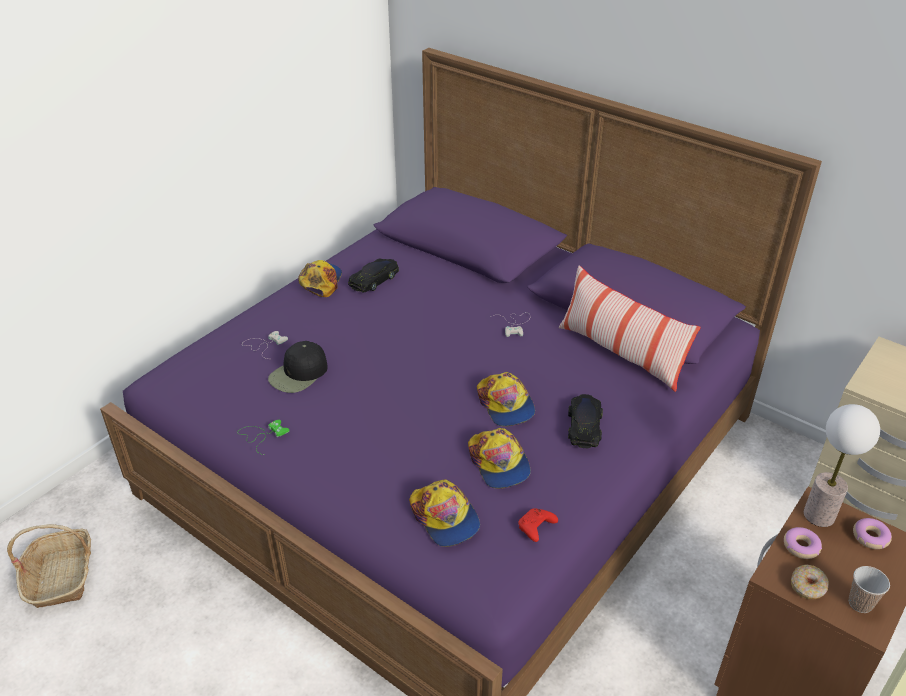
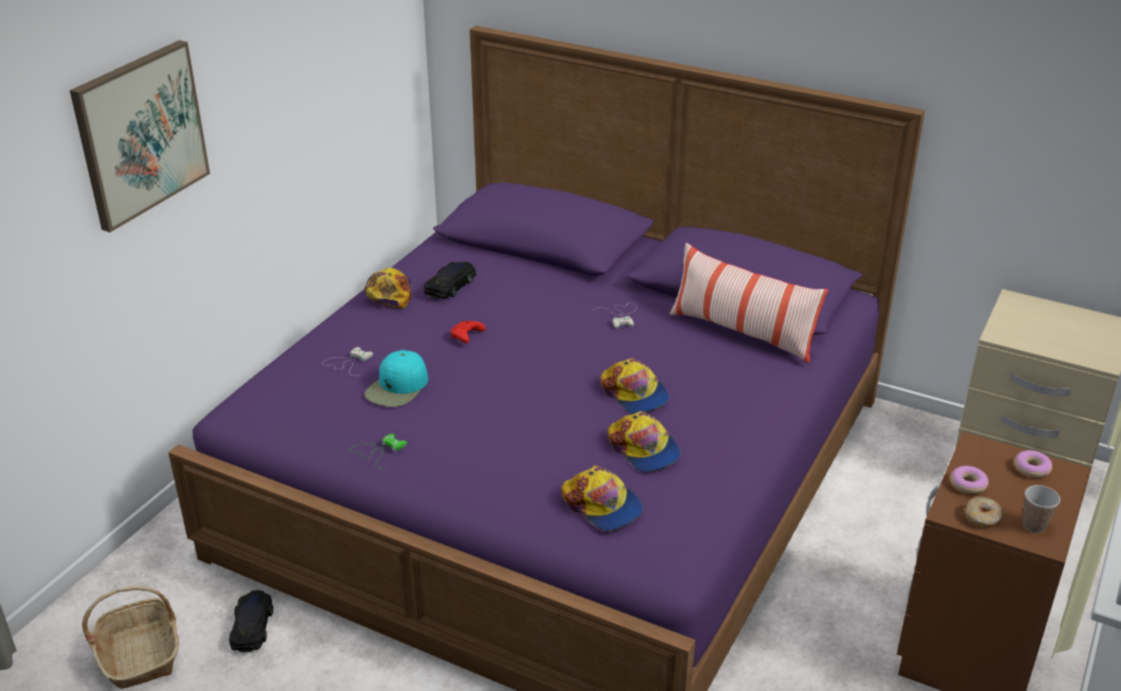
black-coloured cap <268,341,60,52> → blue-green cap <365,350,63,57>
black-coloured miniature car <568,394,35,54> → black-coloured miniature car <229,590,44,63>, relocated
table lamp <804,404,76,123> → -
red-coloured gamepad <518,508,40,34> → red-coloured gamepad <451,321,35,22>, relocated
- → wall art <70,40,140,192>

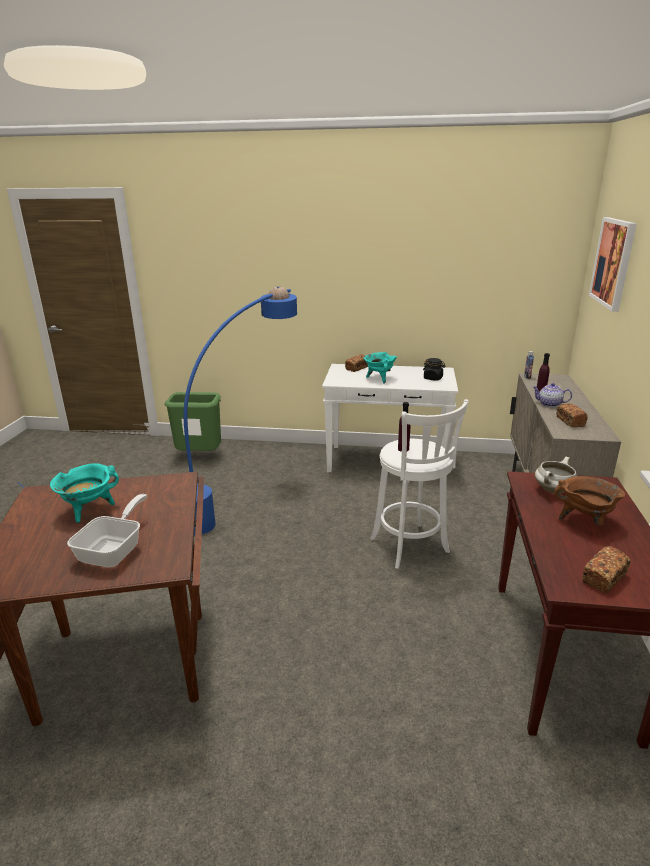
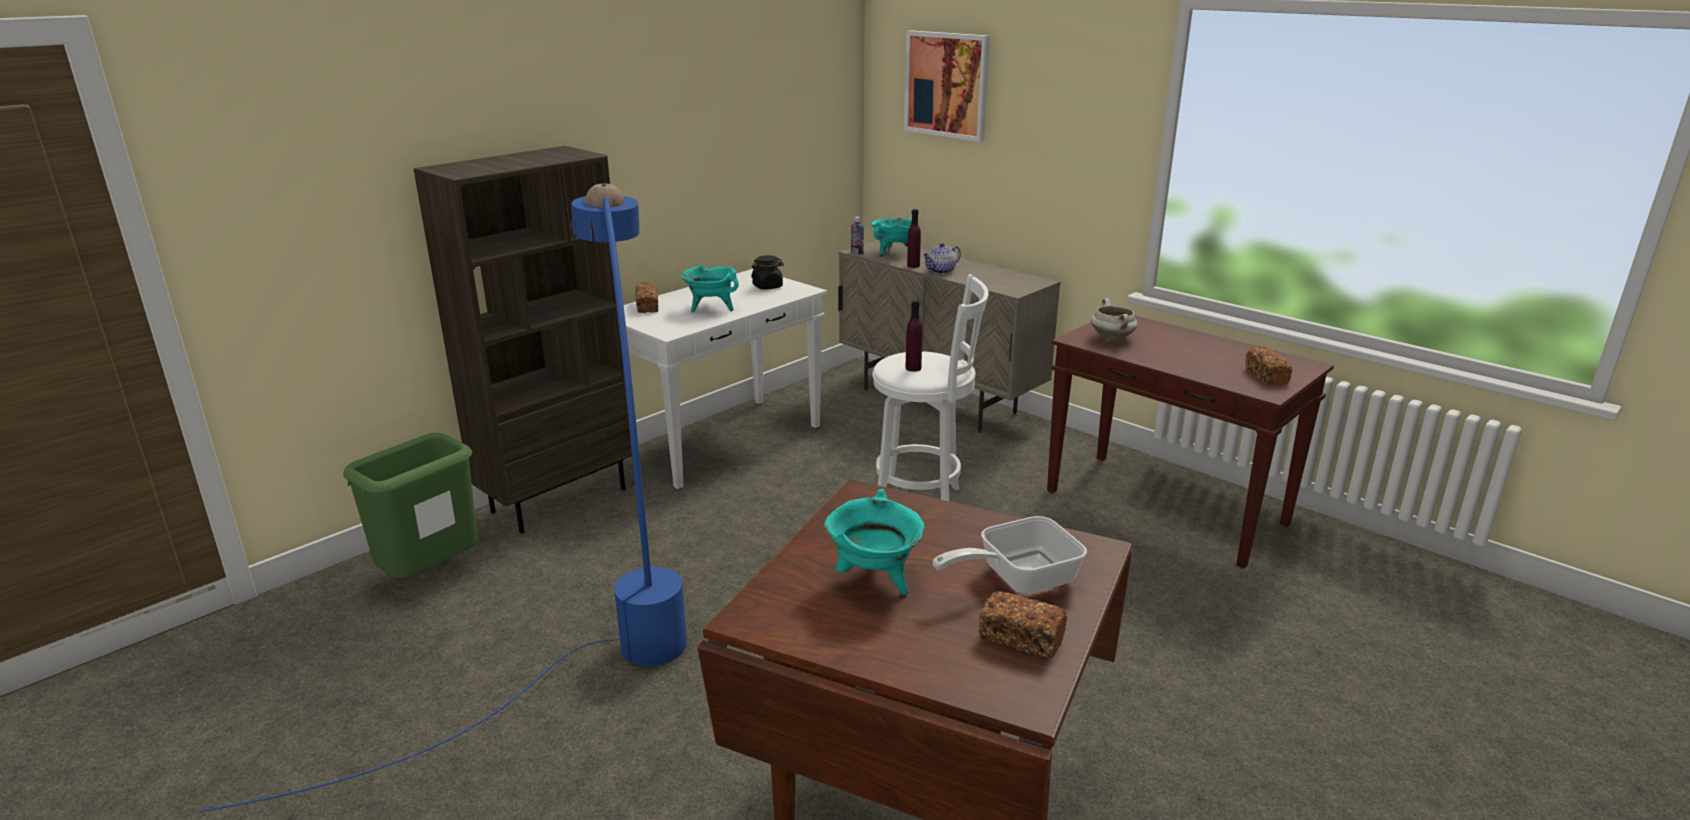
baked bread <557,404,31,23> → baked bread <979,591,88,67>, relocated
brown-coloured stockpot <554,476,71,49> → -
skillet <67,494,80,73> → skillet <933,516,154,78>, 75 degrees counterclockwise
- → brown-coloured bookcase <413,146,219,388>
- → blue-green stockpot <871,218,41,39>

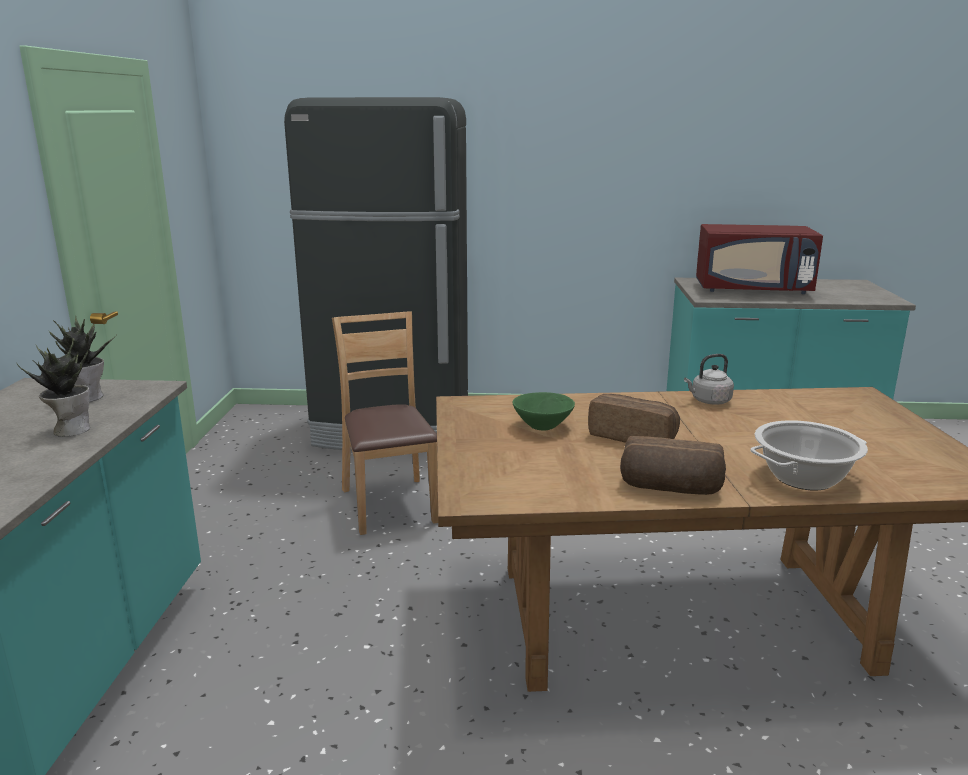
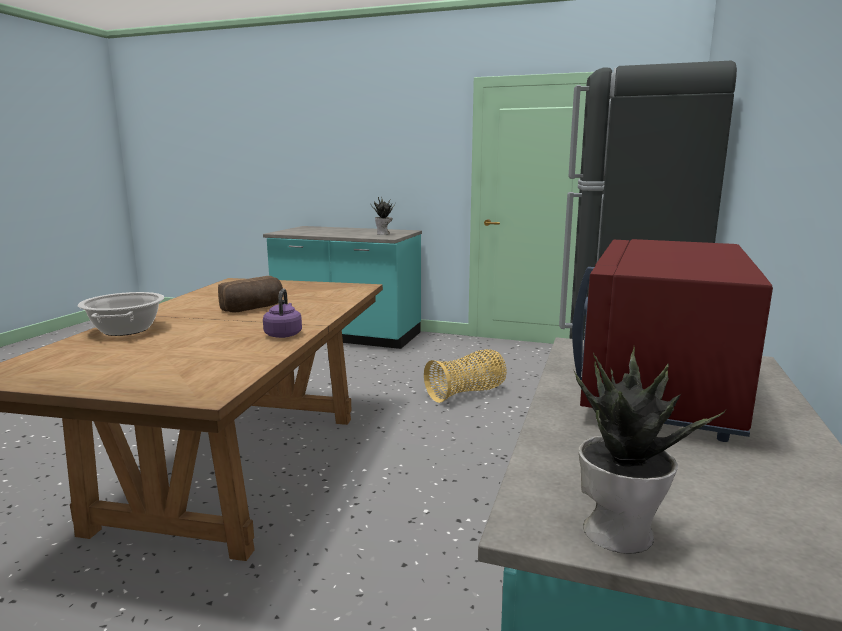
brown-coloured chair <332,312,106,223> → household basket <424,349,83,54>
houseplant <17,339,73,98> → houseplant <574,347,152,207>, relocated
grey water kettle <684,354,50,51> → purple-coloured water kettle <263,288,39,50>
green-coloured deep dish <513,392,62,38> → -
baked bread <620,436,106,59> → -

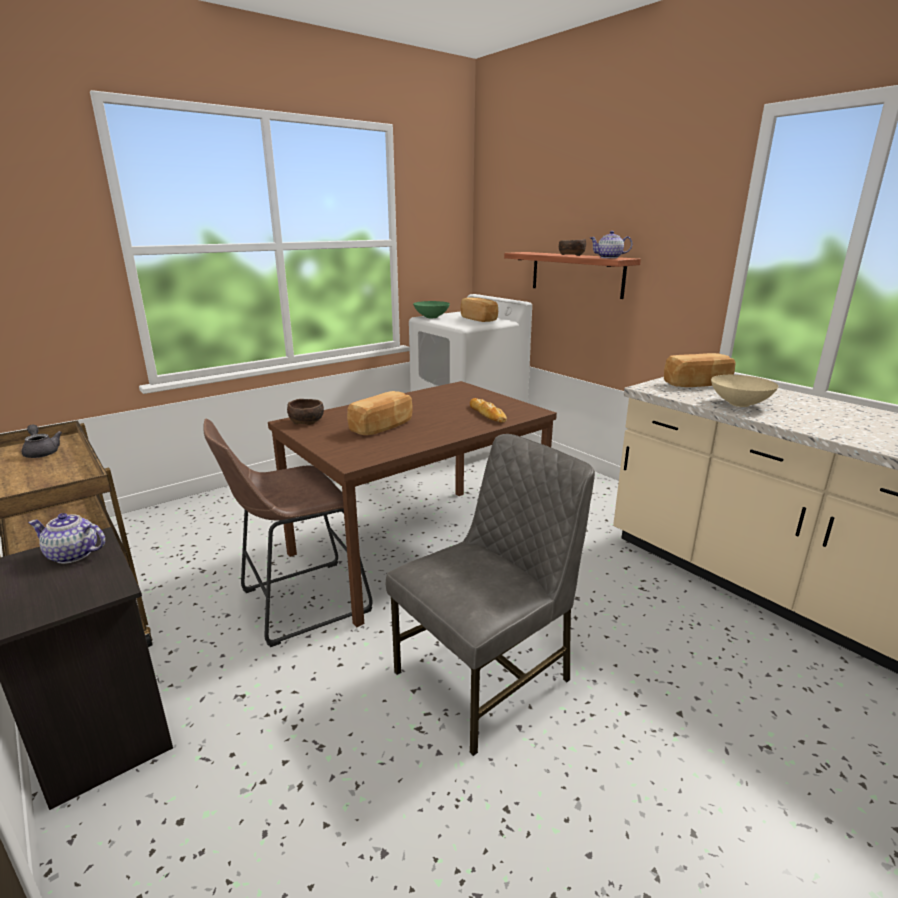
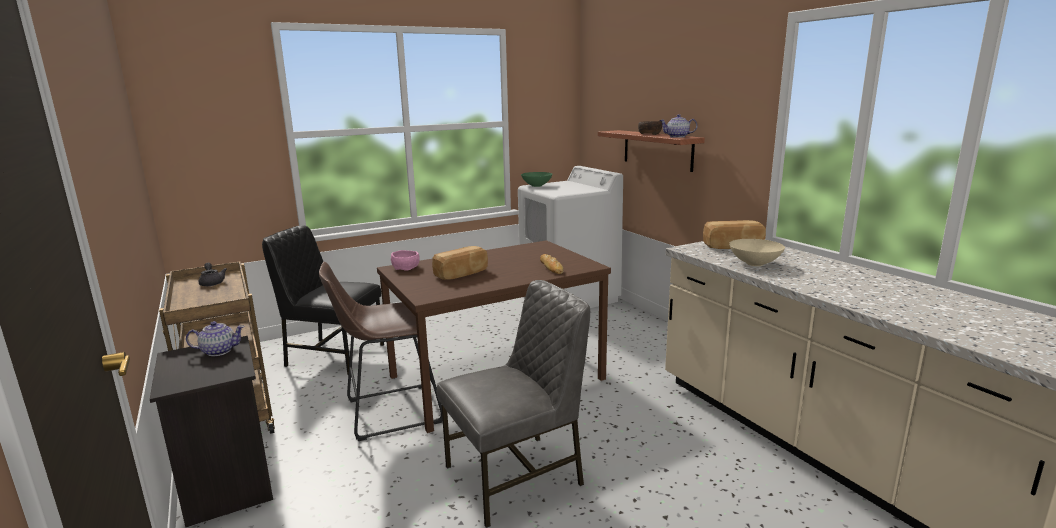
baked bread <461,298,37,24> → -
brown-coloured deep dish <287,399,37,26> → pink-coloured deep dish <391,250,29,21>
pot for tea <28,513,77,51> → pot for tea <186,321,59,35>, 150 degrees clockwise
- → black-coloured chair <262,225,122,150>

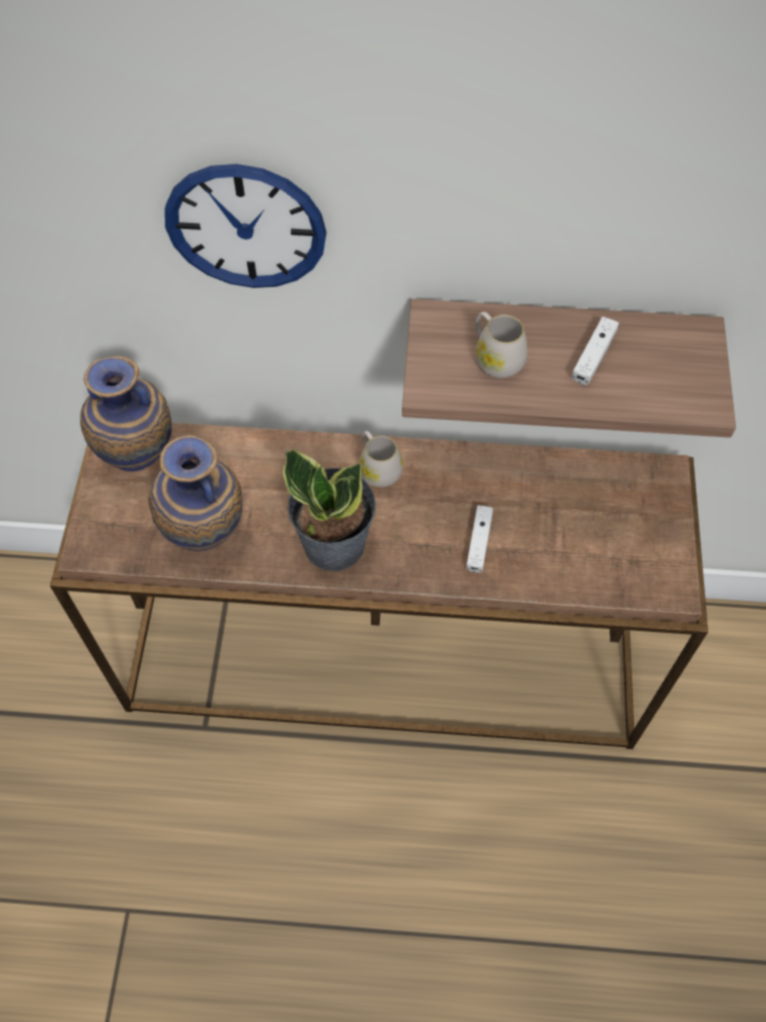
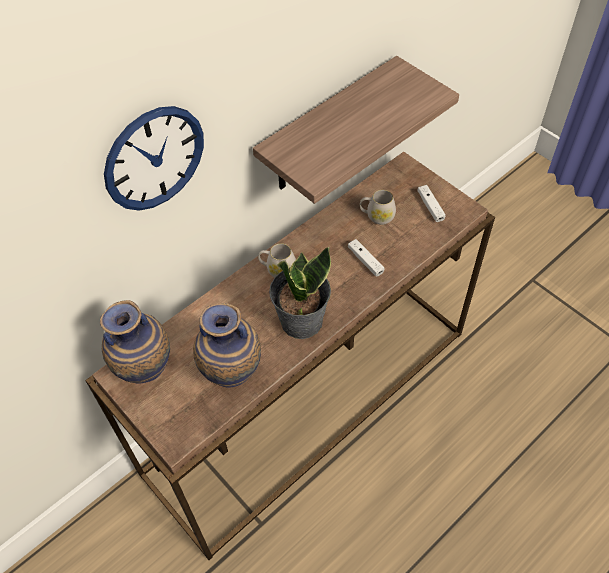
whitish coffee mug <475,312,53,66> → whitish coffee mug <360,190,36,35>, relocated
whitish gamepad <572,317,47,68> → whitish gamepad <417,185,29,37>, relocated

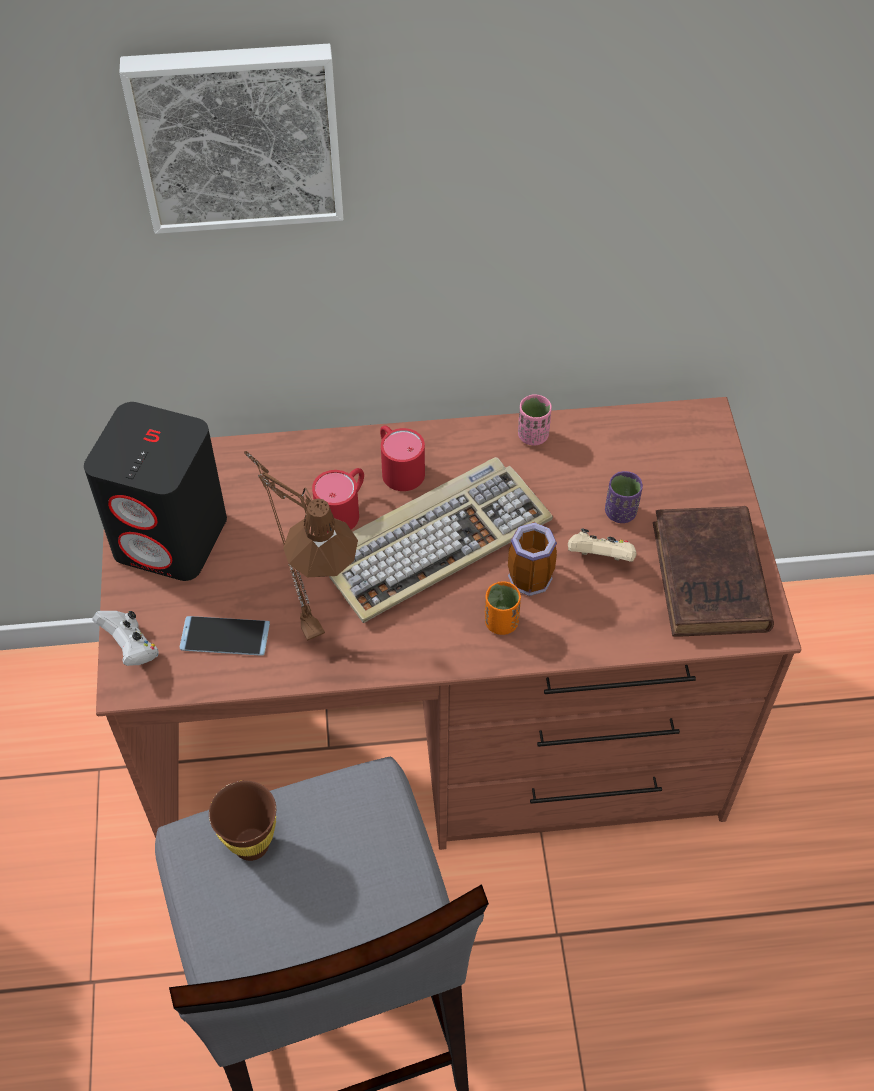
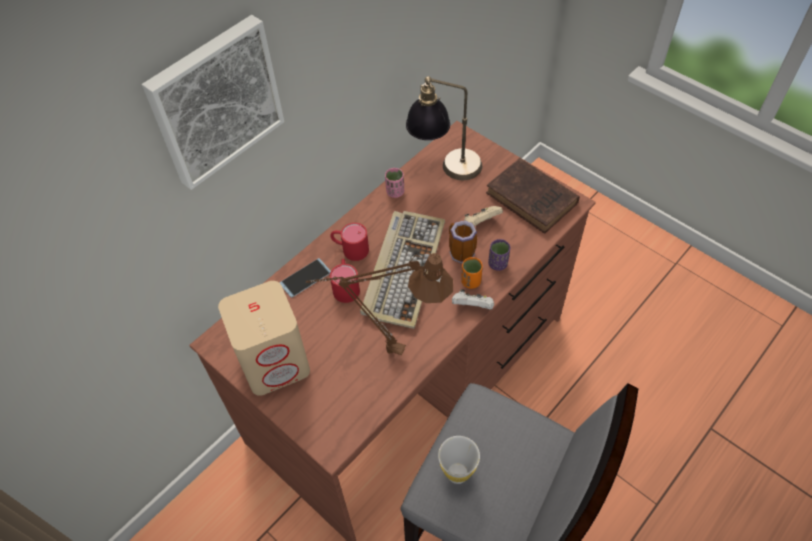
black-coloured loudspeaker <84,402,143,179> → beige loudspeaker <218,281,92,115>
purple-coloured small cup <605,471,38,52> → purple-coloured small cup <488,239,22,32>, relocated
whitish gamepad <92,611,67,55> → whitish gamepad <452,289,42,21>, relocated
phone <180,616,90,40> → phone <280,258,51,40>, relocated
brown-coloured small cup <209,781,67,80> → whitish small cup <438,436,42,48>
- → table lamp <406,76,76,104>

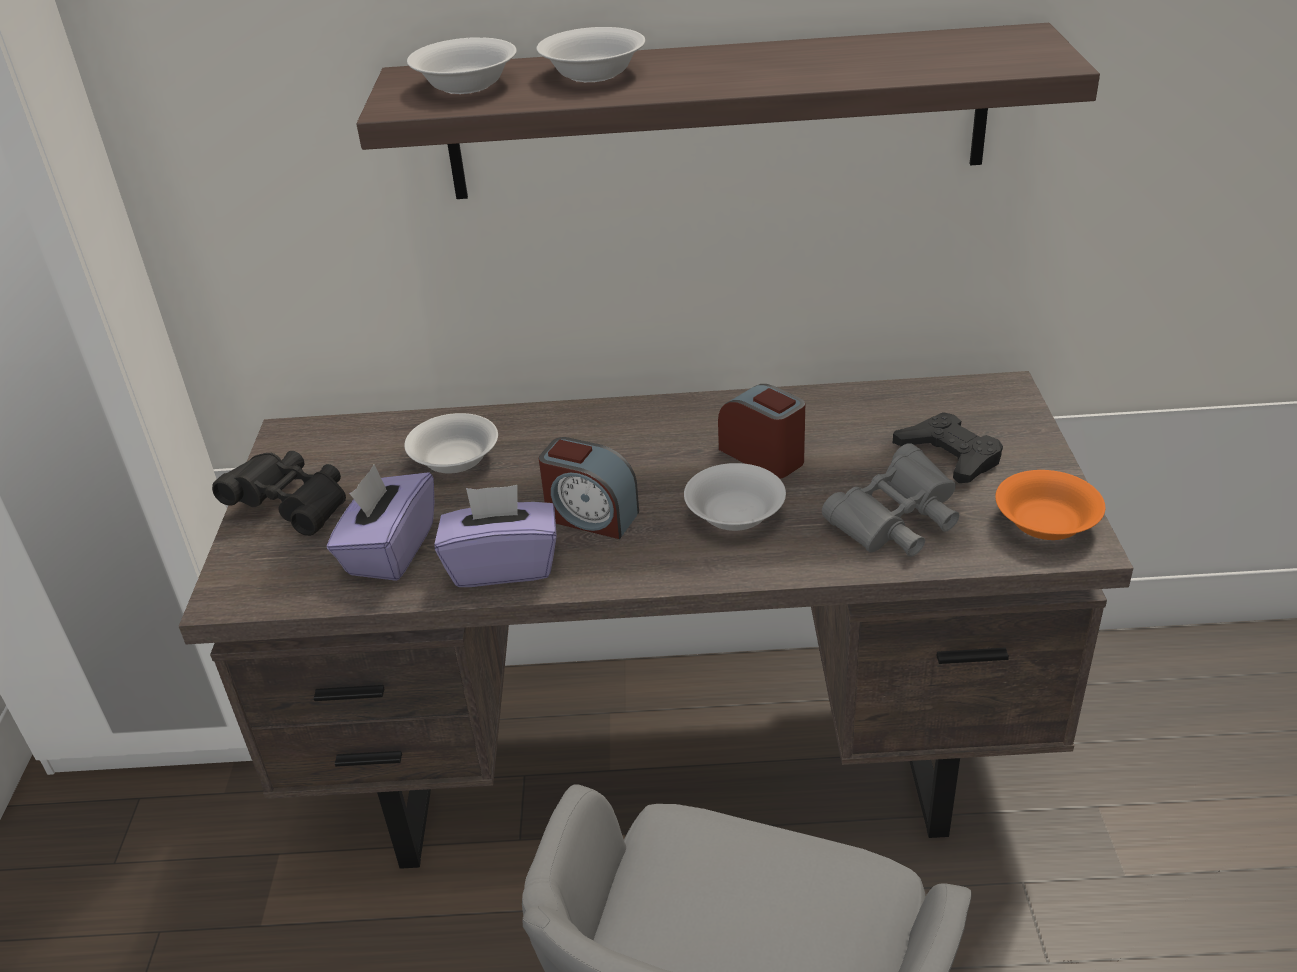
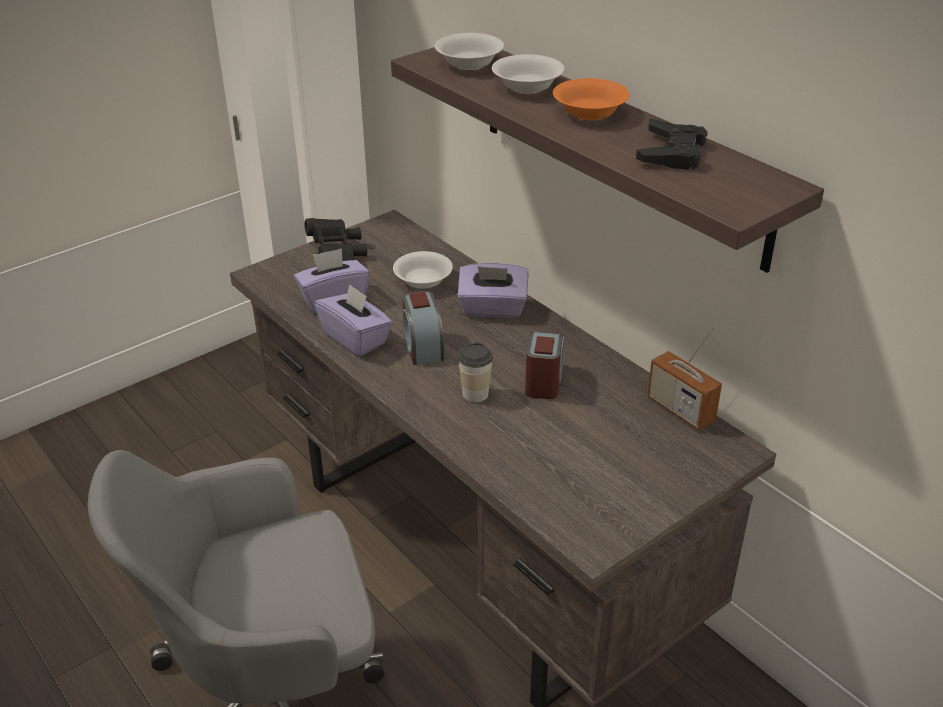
black-coloured gamepad <893,412,110,71> → black-coloured gamepad <636,118,72,52>, relocated
grey binoculars <822,444,137,113> → -
whitish deep dish <684,463,102,68> → small cup <458,342,35,60>
orange deep dish <995,470,110,70> → orange deep dish <553,78,77,42>, relocated
- → purple-coloured tissue box <458,263,71,55>
- → radio receiver <647,327,75,104>

